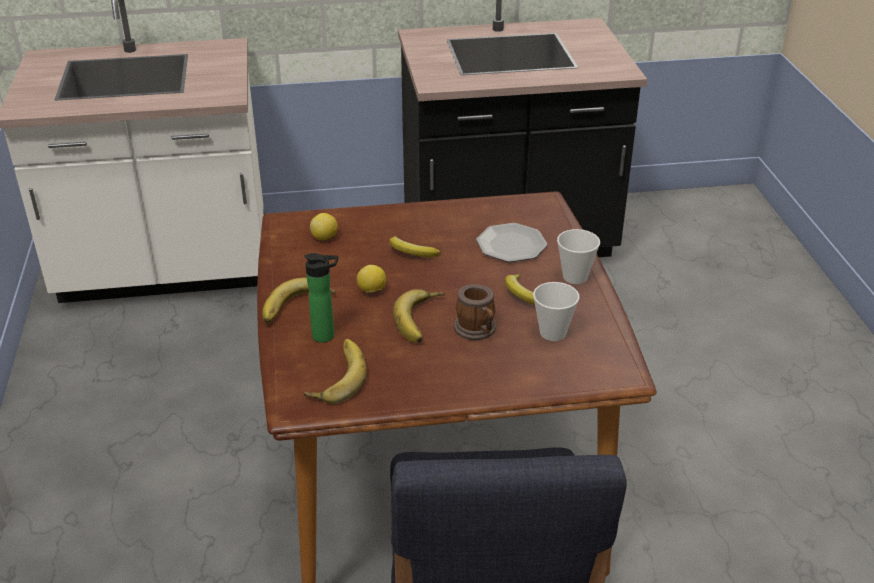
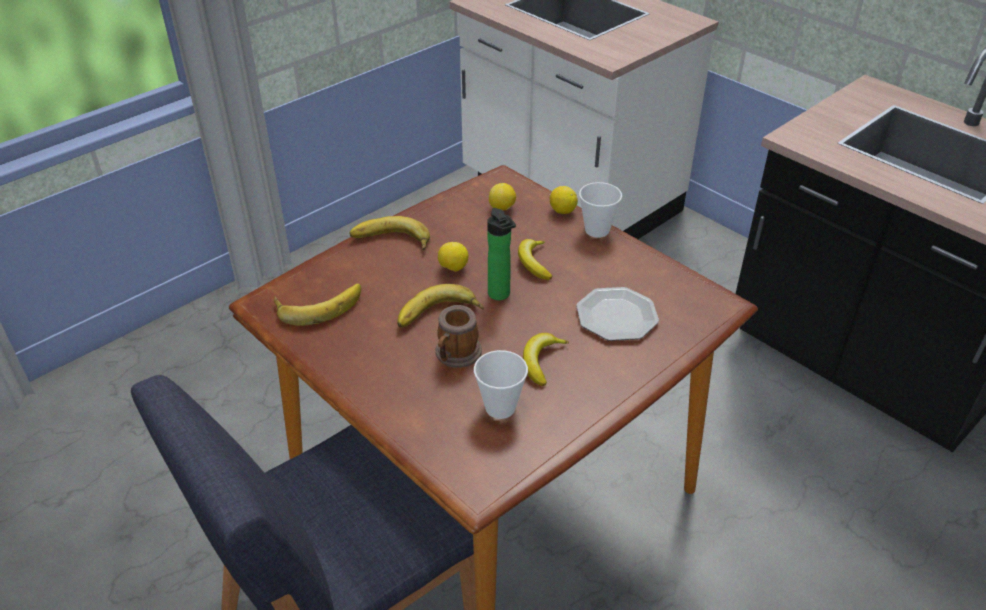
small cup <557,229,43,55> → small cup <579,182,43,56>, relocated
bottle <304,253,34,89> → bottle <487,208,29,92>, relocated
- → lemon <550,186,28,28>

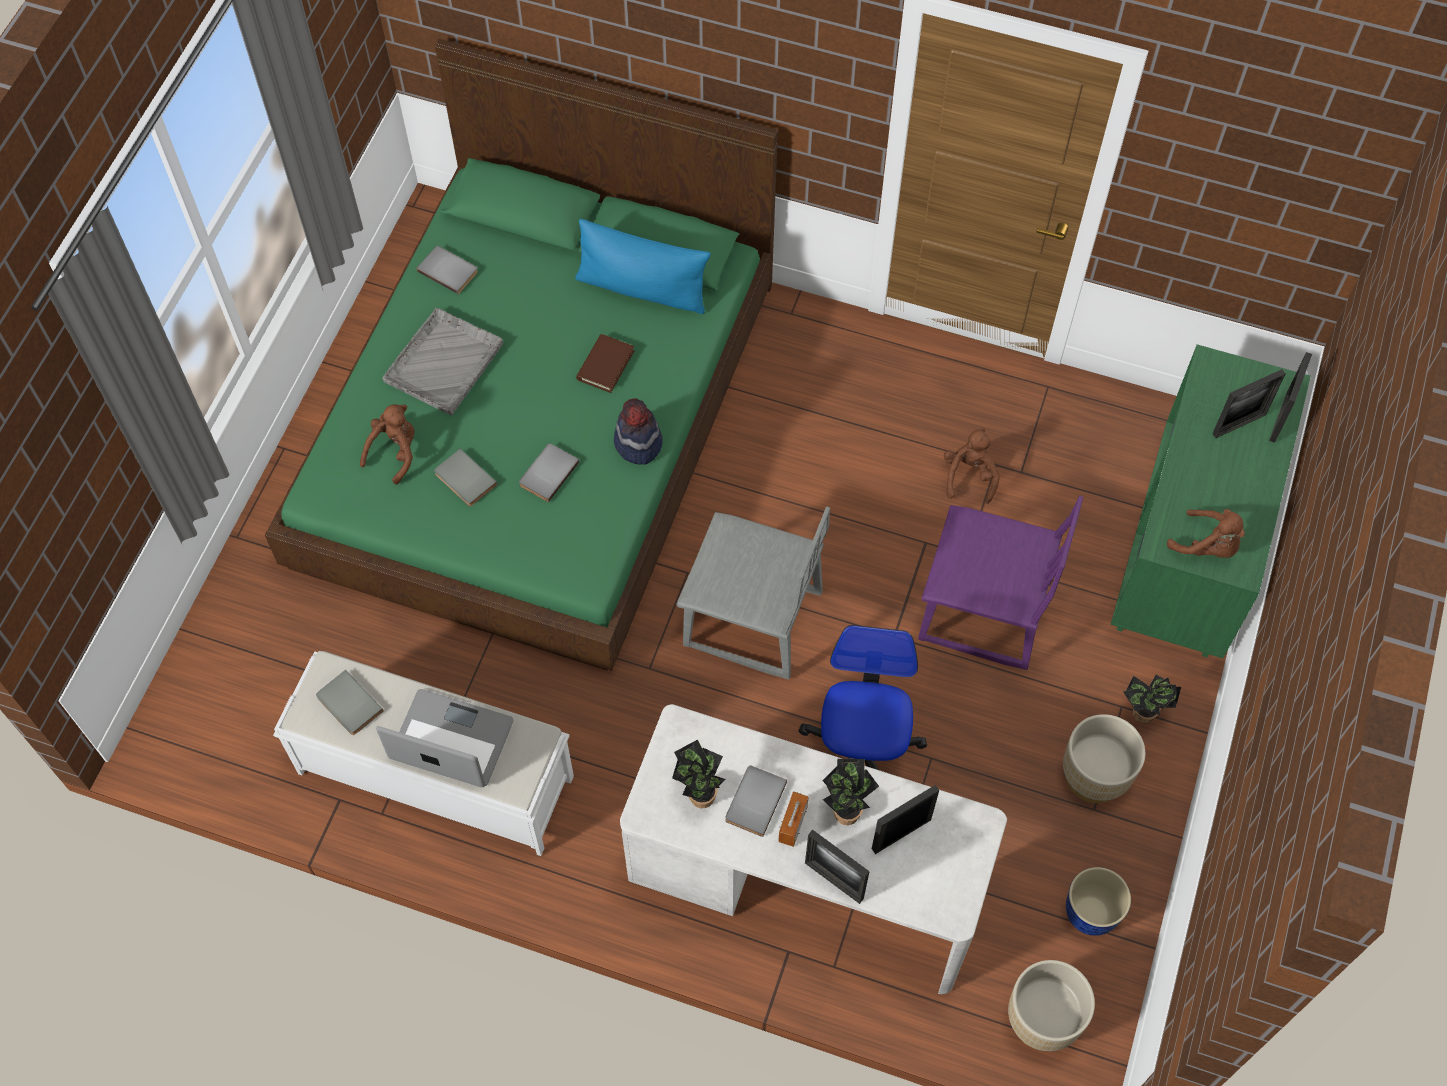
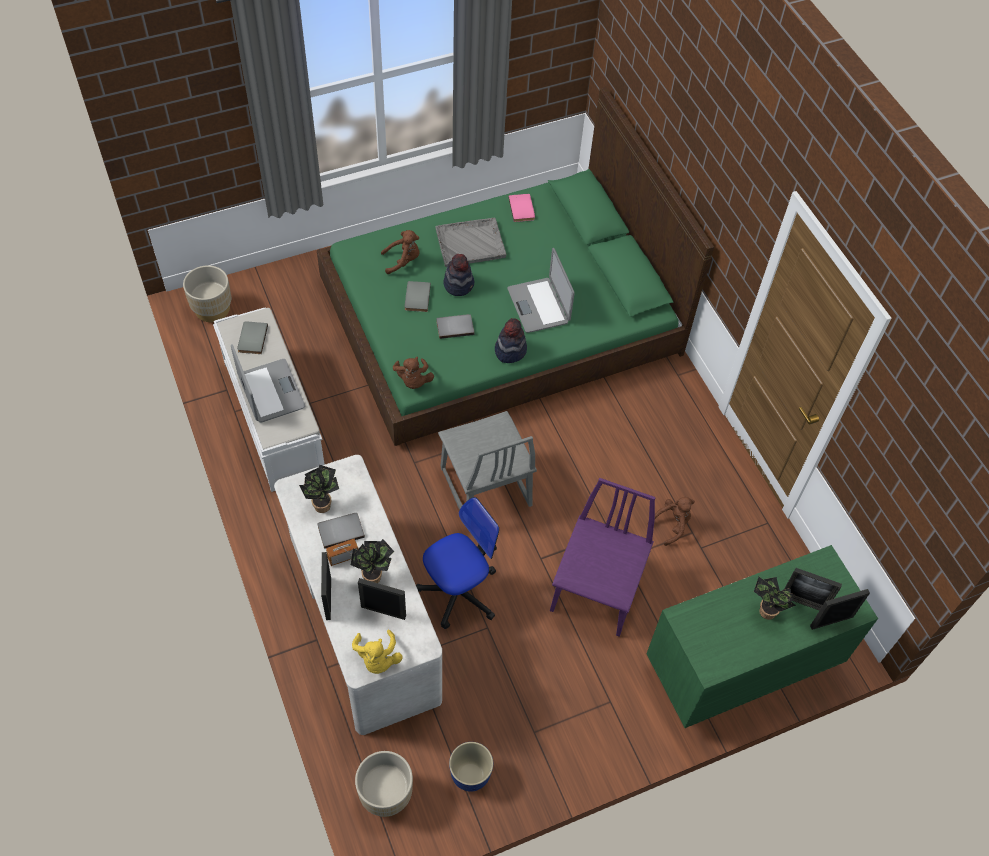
blue cushion <575,219,136,95> → -
grey bound book <416,246,62,49> → pink-coloured bound book <508,194,27,28>
brown-coloured bound book <576,334,59,59> → laptop <507,248,68,85>
purple-coloured chair <918,496,166,174> → purple-coloured chair <550,478,105,159>, 135 degrees counterclockwise
brown-coloured soft toy <1167,509,78,49> → brown-coloured soft toy <393,357,41,32>, relocated
houseplant <1123,675,58,48> → houseplant <754,577,42,43>, relocated
beige flower pot <1063,714,82,89> → beige flower pot <183,265,48,57>, relocated
- → clothing hat <443,254,31,42>
- → yellow-coloured soft toy <352,630,51,44>

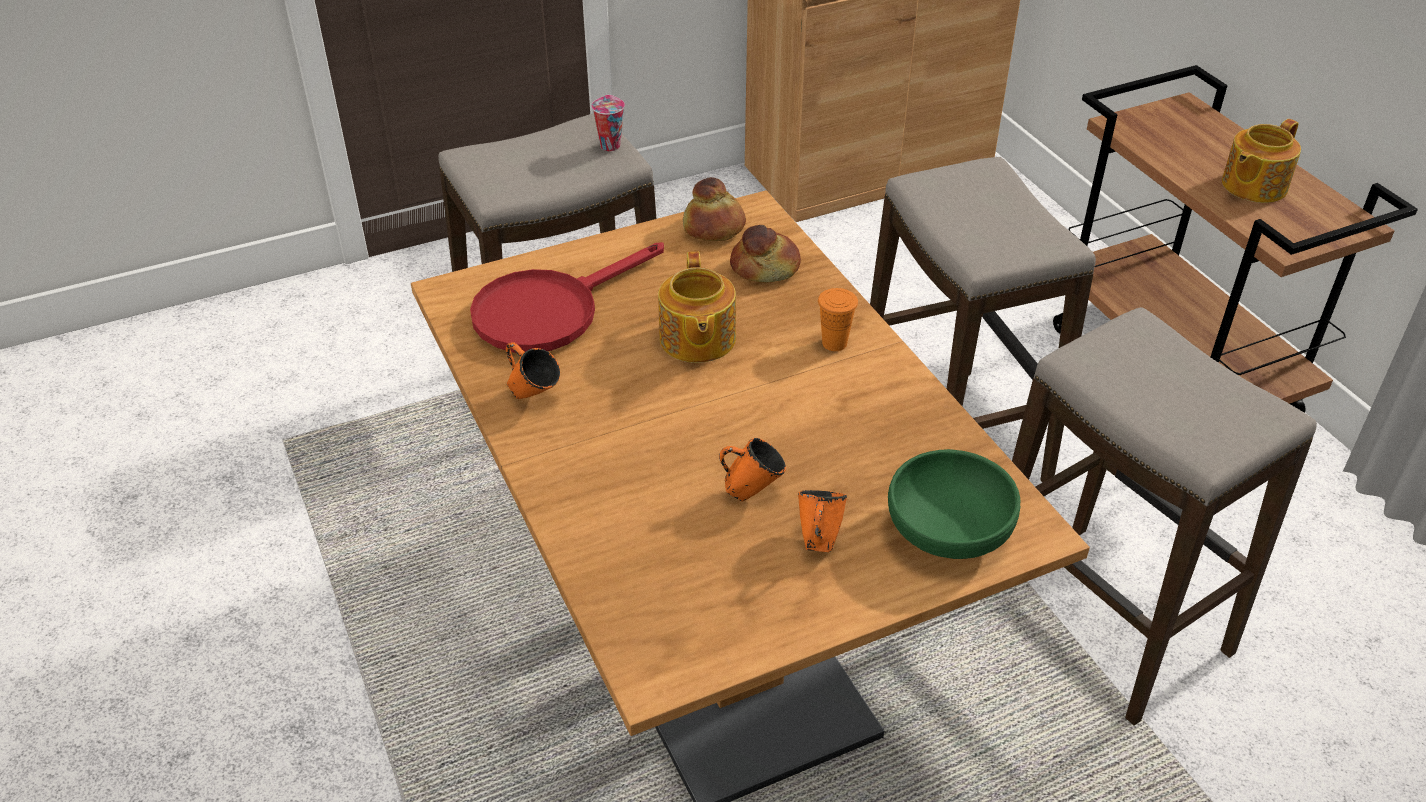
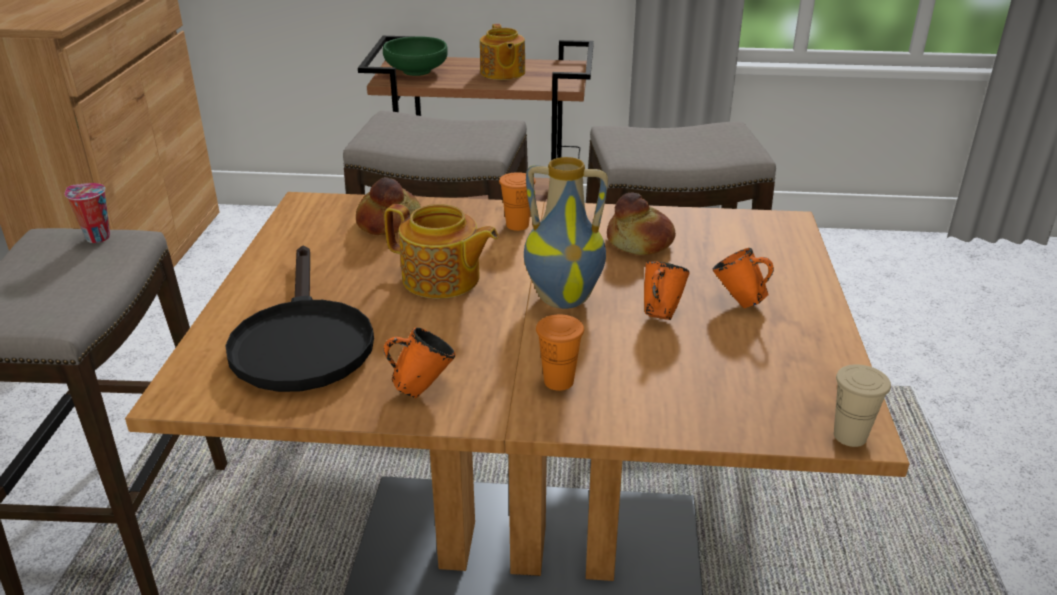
baked bread <683,177,63,64> → baked bread <607,193,69,62>, relocated
red-coloured skillet <470,242,194,111> → black-coloured skillet <225,246,149,146>
green-coloured deep dish <888,449,132,110> → green-coloured deep dish <383,36,65,40>, relocated
- → decorative vase <524,157,84,152>
- → orange small cup <536,315,48,76>
- → beige small cup <834,364,57,83>

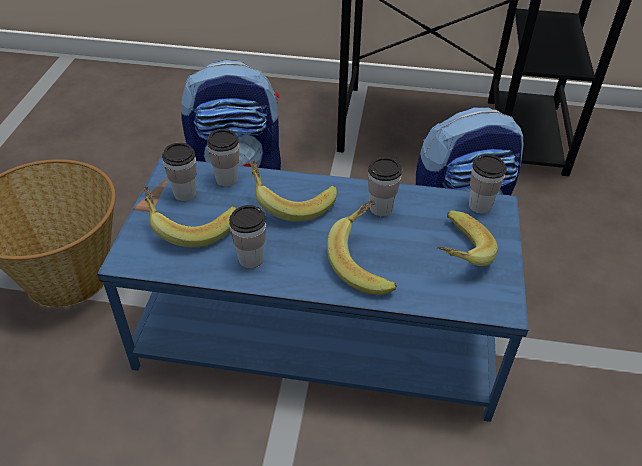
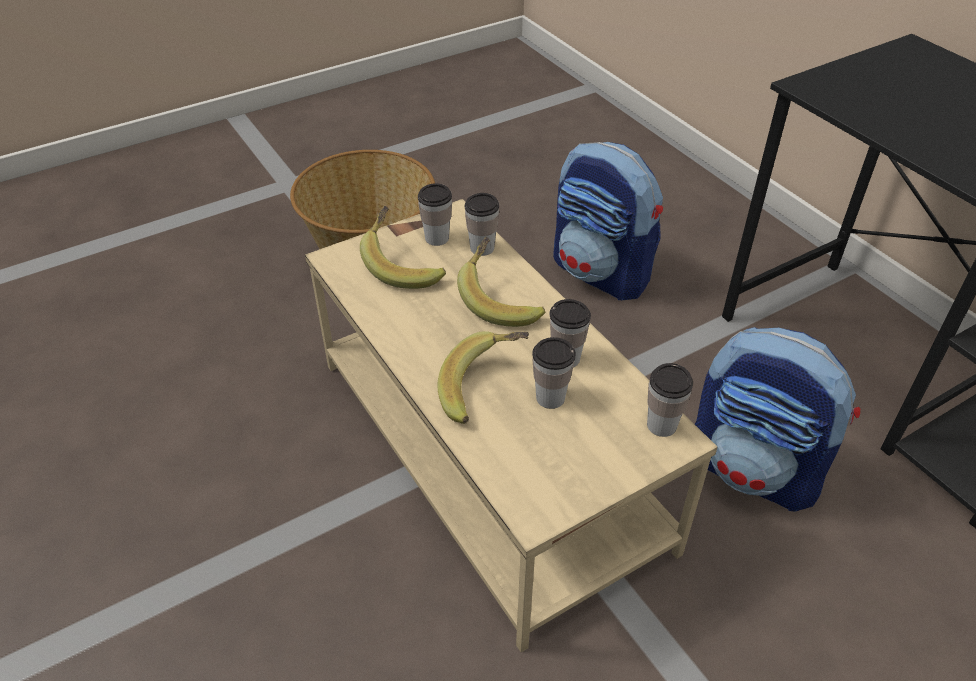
blue low table <97,157,432,265> → beige low table <305,199,412,453>
small cup <229,205,37,63> → small cup <532,337,44,72>, relocated
banana <437,210,61,56> → -

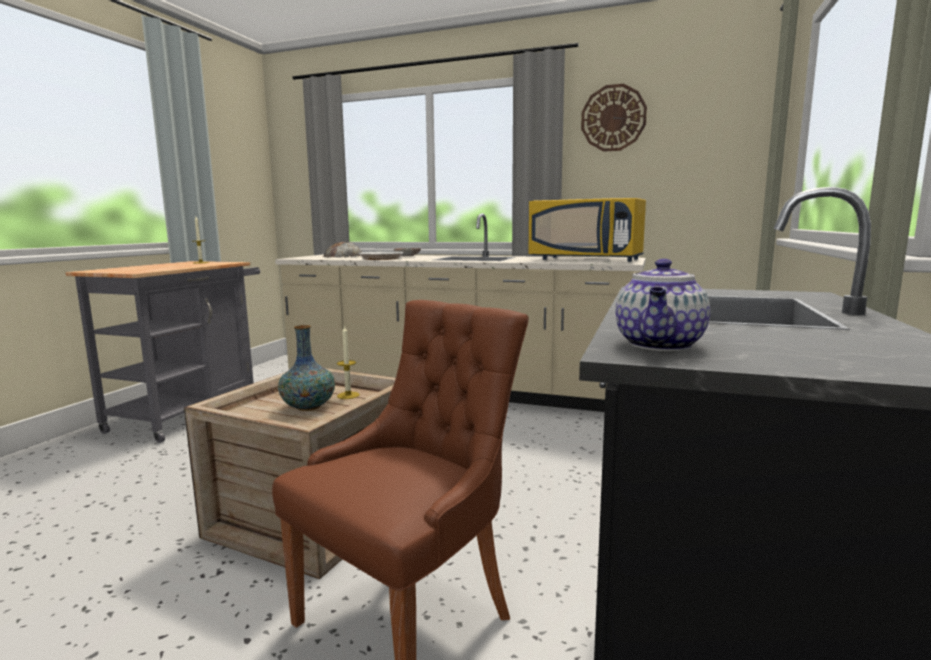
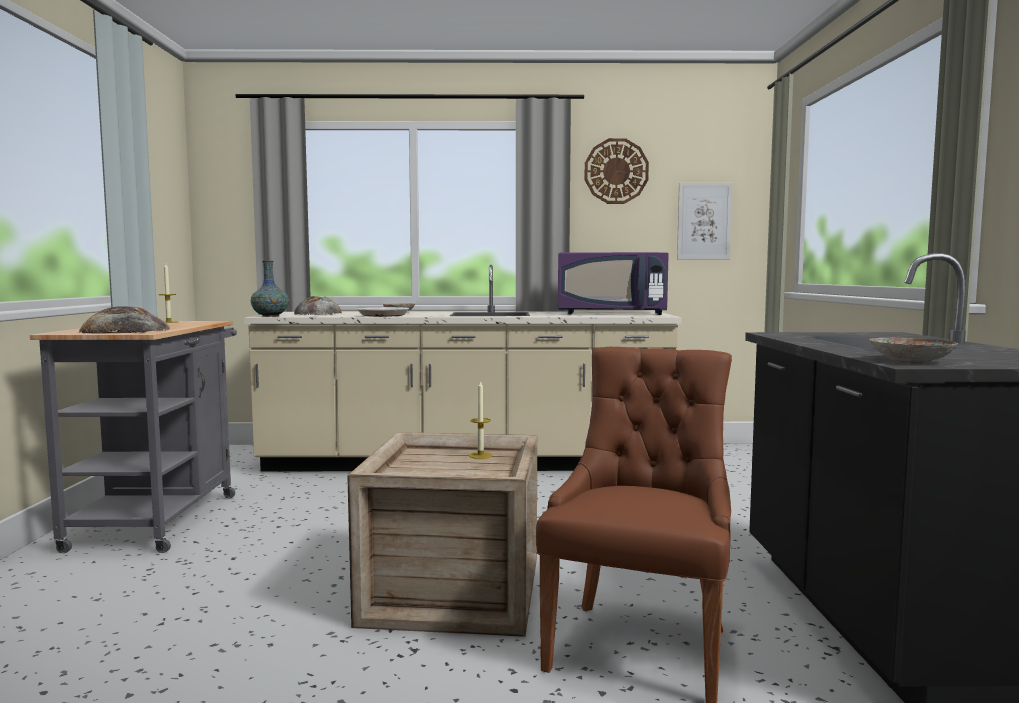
yellow-coloured microwave <528,198,118,64> → purple-coloured microwave <558,252,111,63>
pot for tea <615,258,95,93> → plate <869,338,89,25>
decorative vase <278,325,57,86> → decorative vase <251,261,38,56>, relocated
- → wall art <677,183,55,77>
- → baked bread <79,306,91,27>

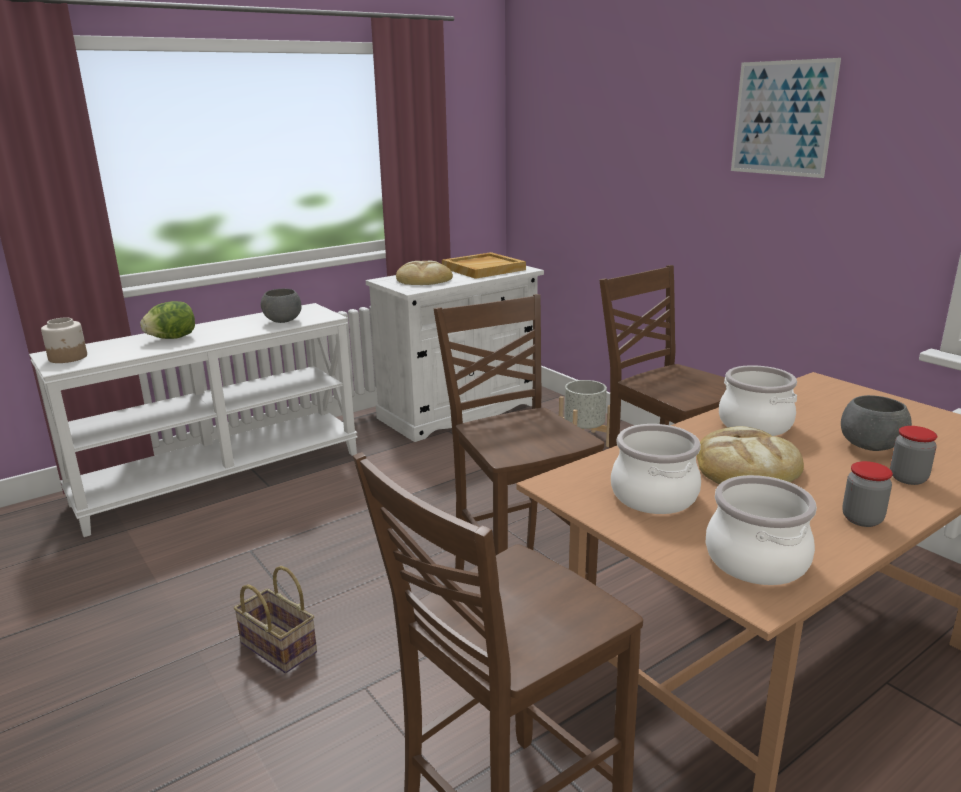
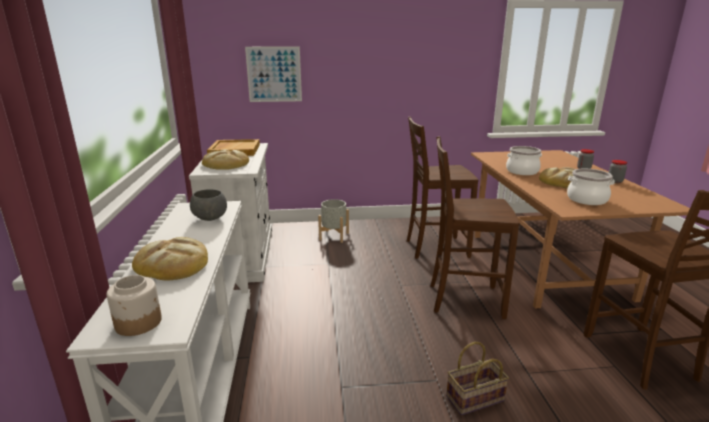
wall art <731,58,110,120> → wall art <245,47,57,55>, relocated
lettuce <140,301,55,38> → baked bread <132,237,76,44>
grey deep dish <841,395,71,56> → -
stockpot <706,475,111,110> → -

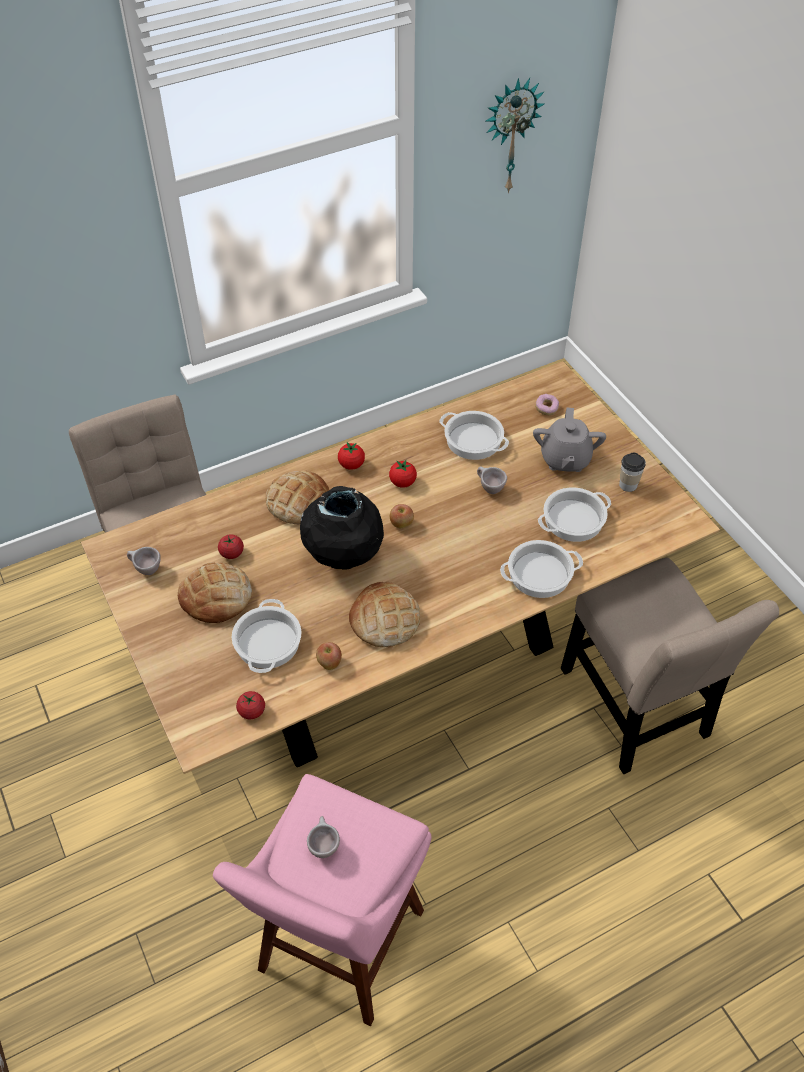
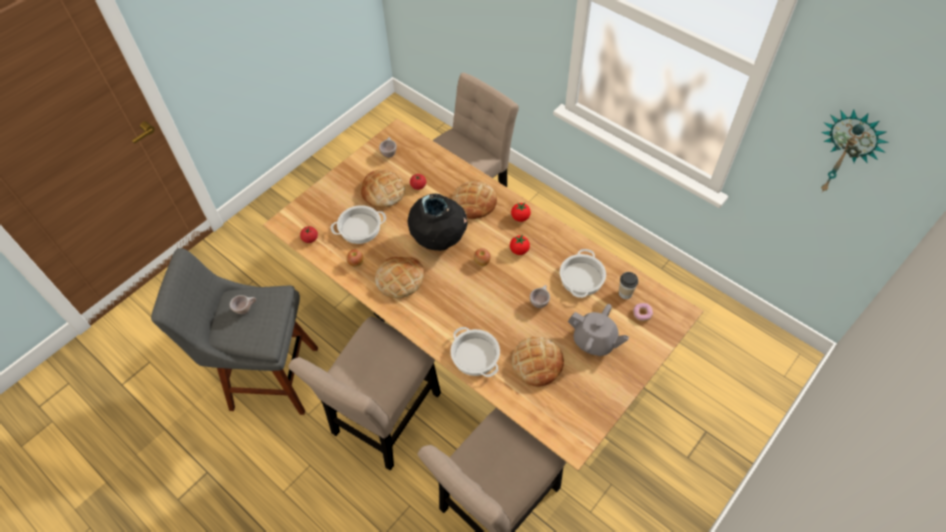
grey pot for tea <533,408,73,64> → grey pot for tea <568,304,61,52>, 135 degrees counterclockwise
small cup <619,453,27,39> → small cup <619,272,19,27>, relocated
stockpot <538,488,73,54> → baked bread <512,337,52,50>
pink-coloured stool seat <213,774,218,252> → grey stool seat <151,248,167,167>
- → beige chair <288,316,153,154>

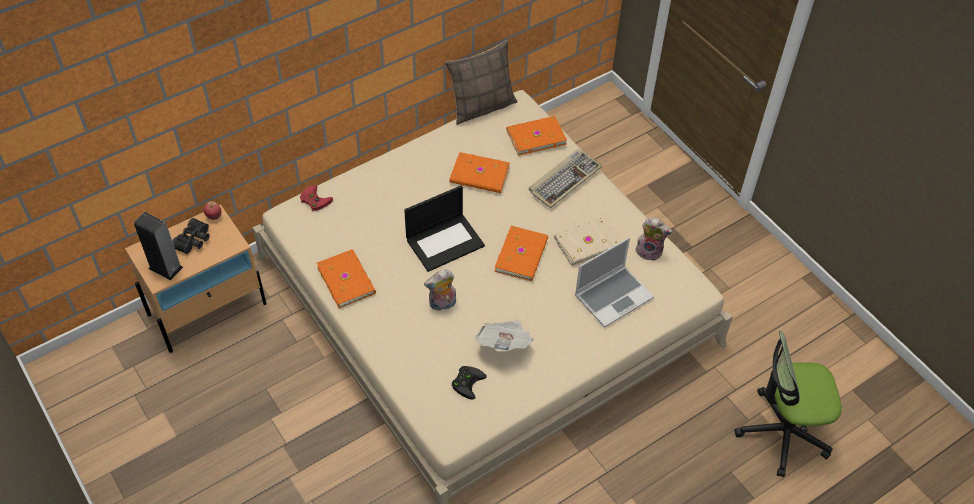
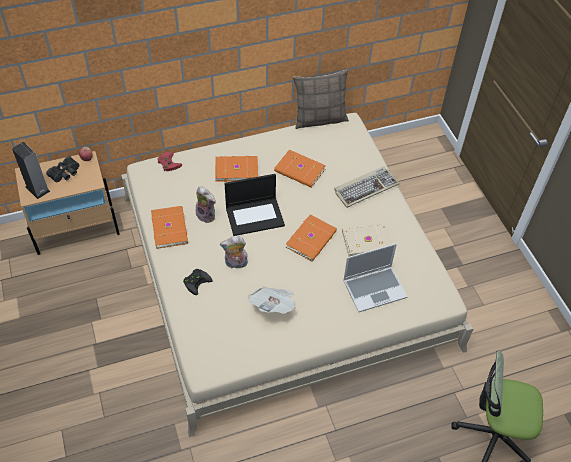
orange bound book <507,116,60,40> → orange bound book <215,156,43,26>, relocated
soft toy <635,217,37,44> → soft toy <196,186,20,37>, relocated
black-coloured gamepad <452,366,35,34> → black-coloured gamepad <183,269,30,26>, relocated

